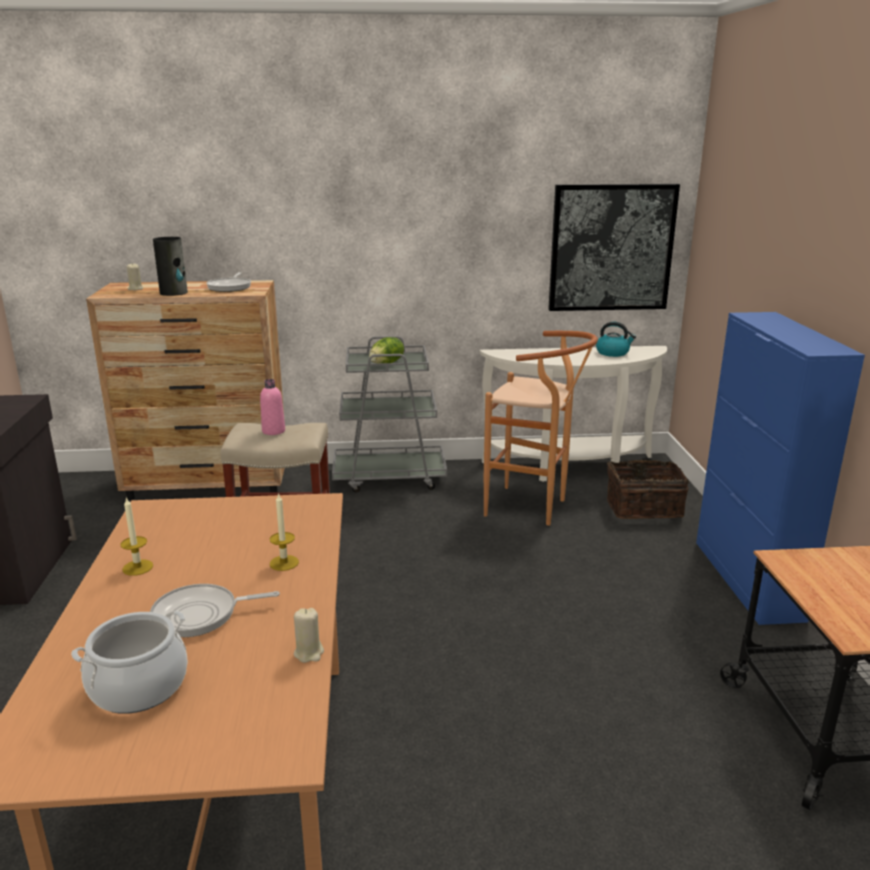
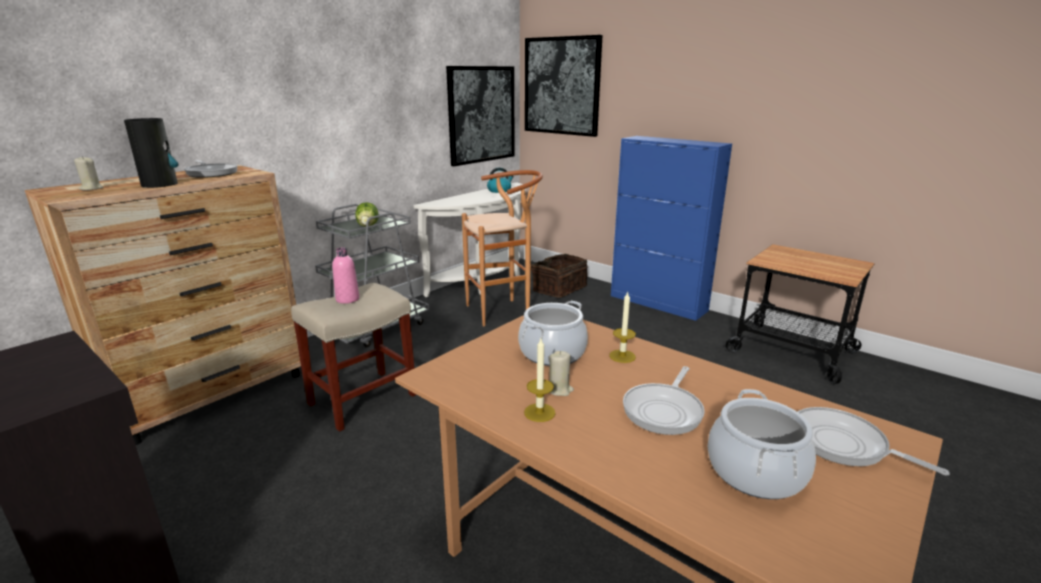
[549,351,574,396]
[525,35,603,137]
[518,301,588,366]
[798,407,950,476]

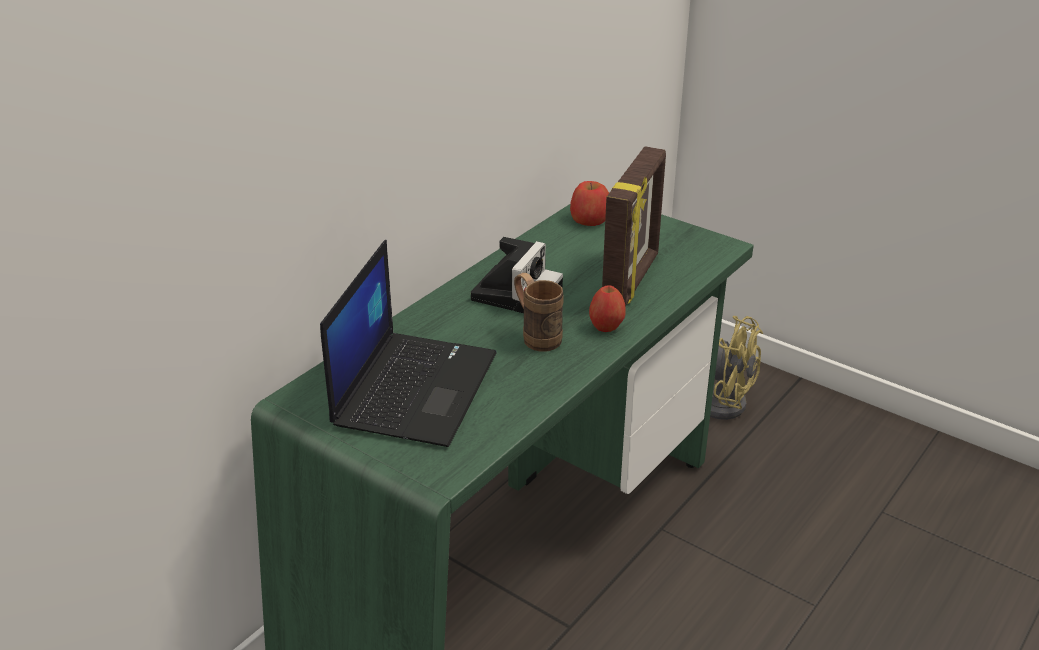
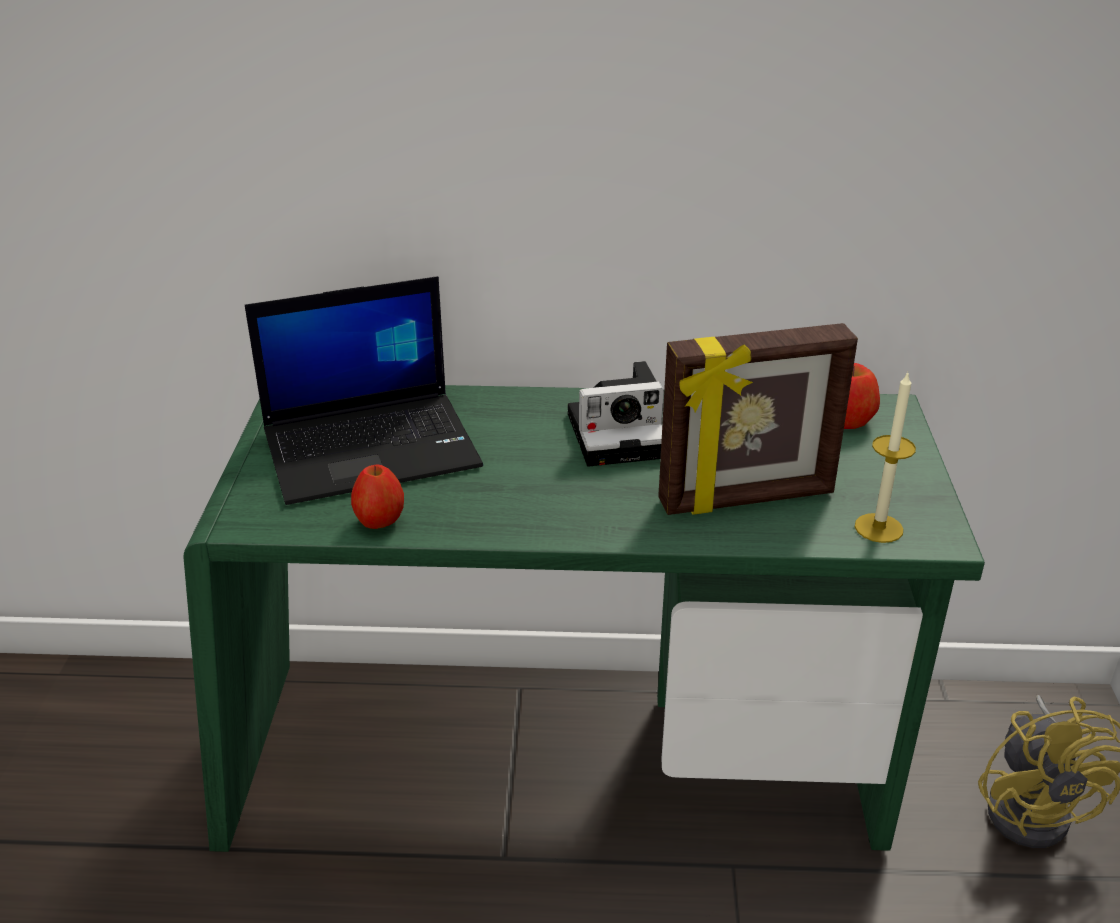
[514,273,564,352] (first image)
[351,464,404,529]
[855,372,916,543]

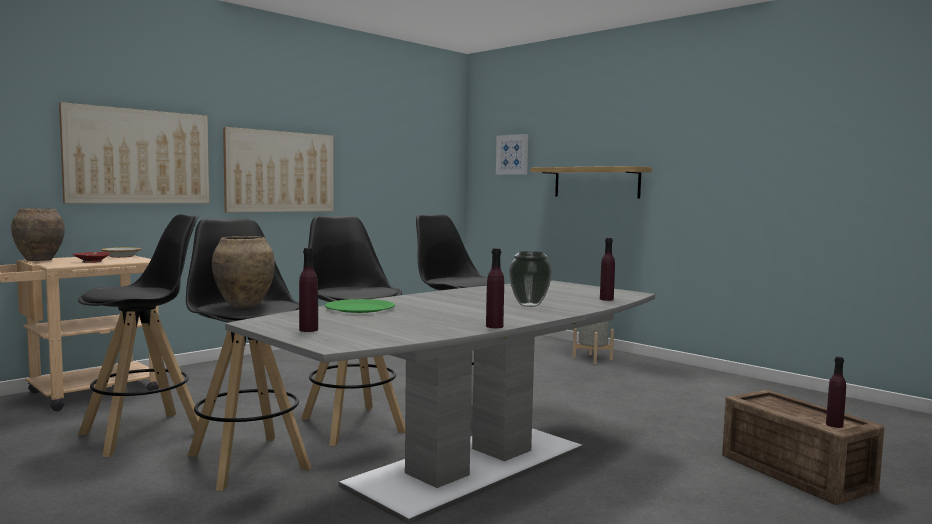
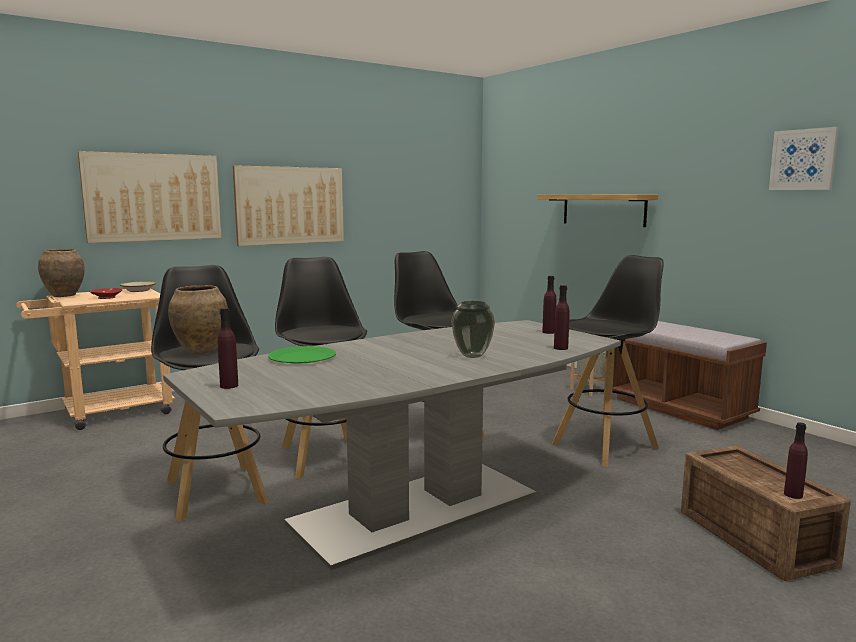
[769,127,839,190]
[552,255,663,466]
[543,276,556,334]
[613,321,767,430]

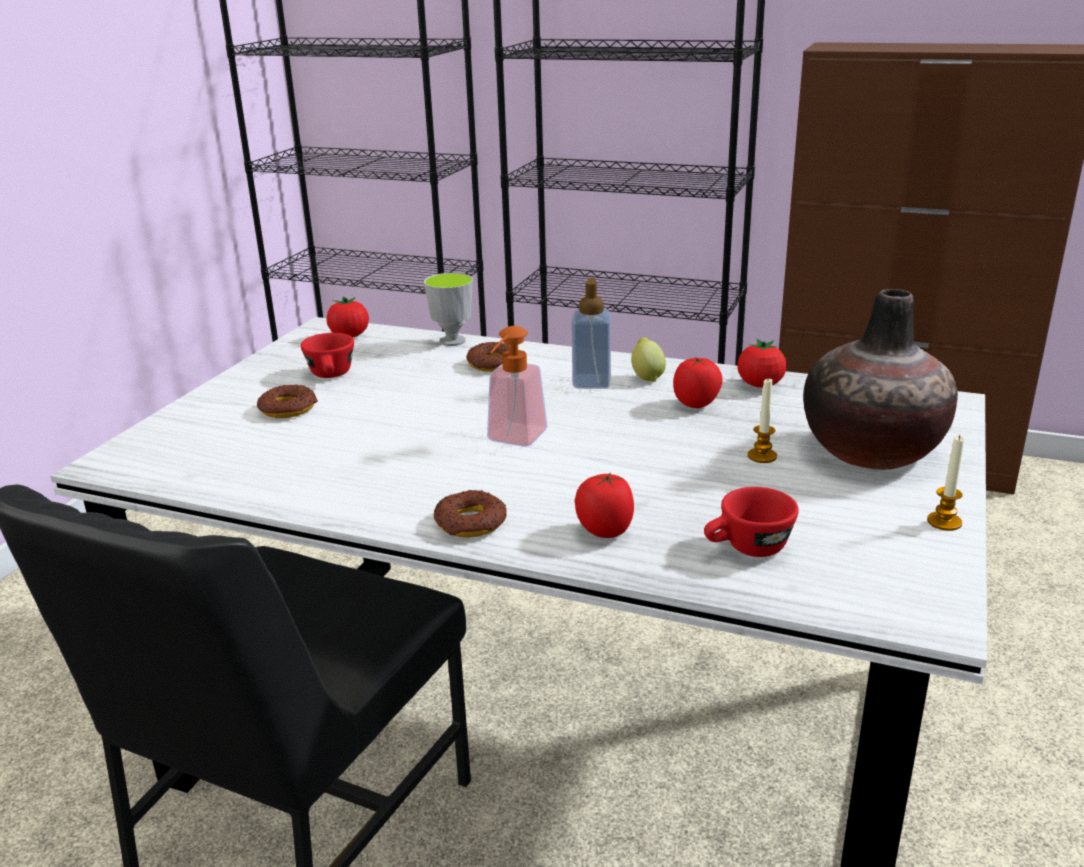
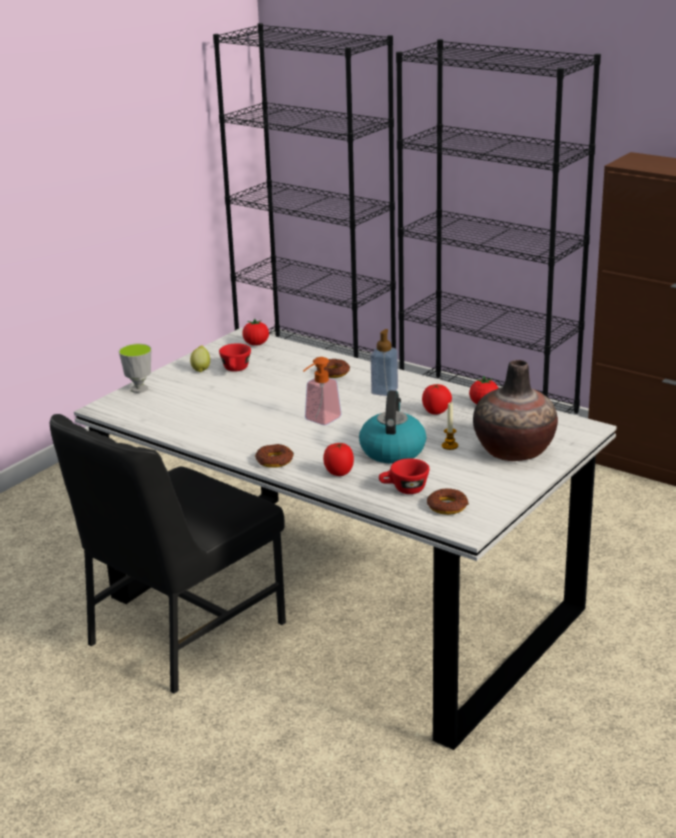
[119,344,152,393]
[190,345,210,372]
[427,489,469,515]
[927,435,964,531] (first image)
[359,391,426,464]

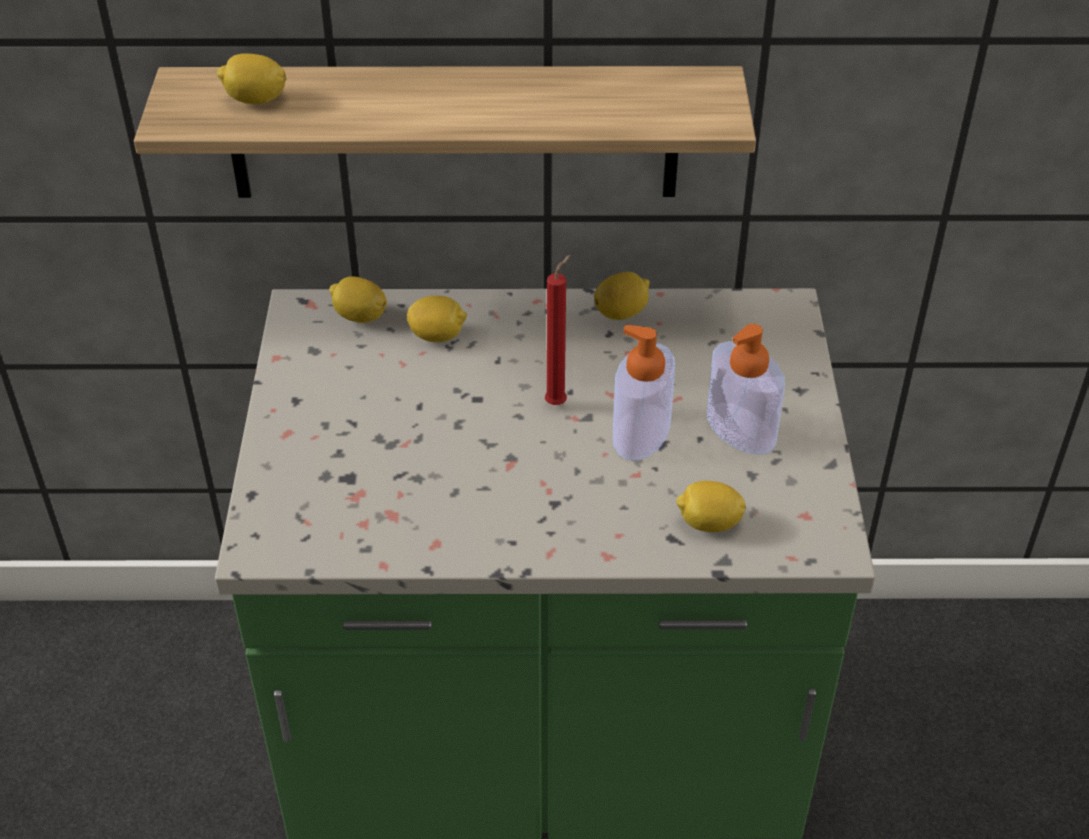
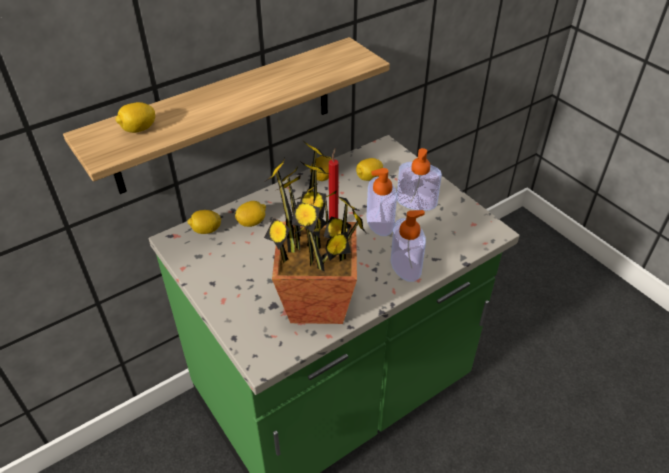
[356,158,383,181]
[263,140,367,324]
[391,210,426,282]

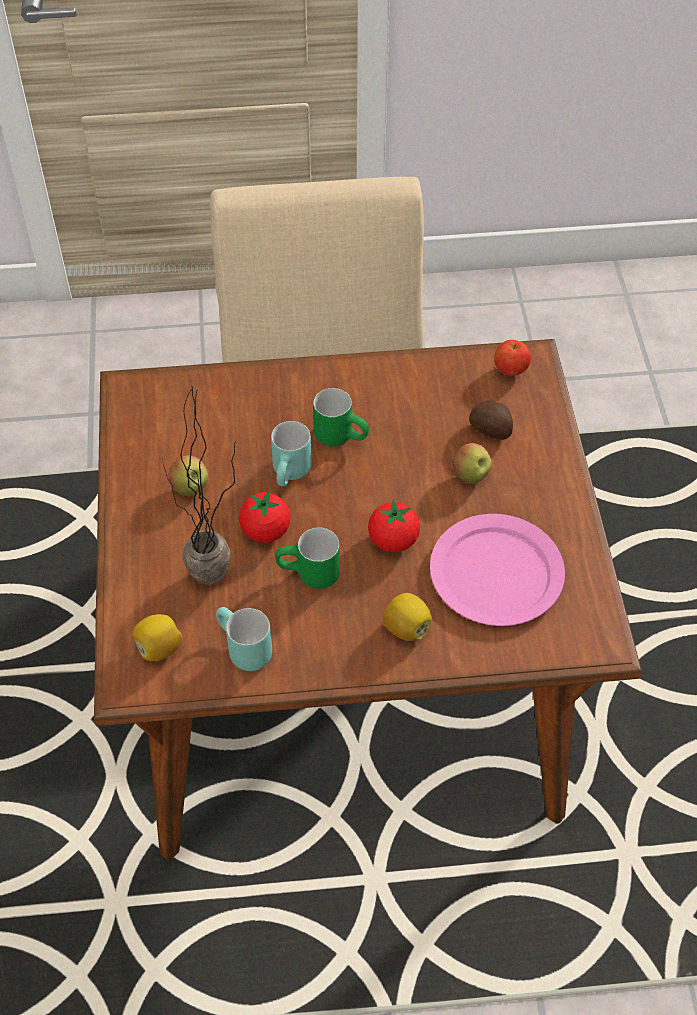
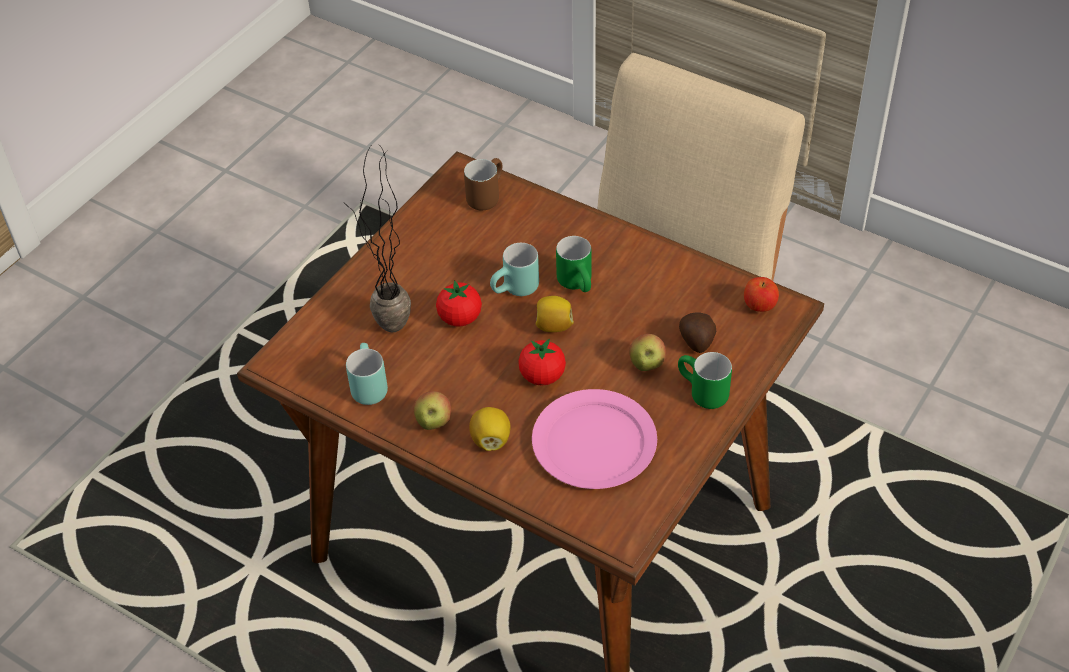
[414,391,451,430]
[678,352,732,409]
[536,296,574,332]
[464,158,502,211]

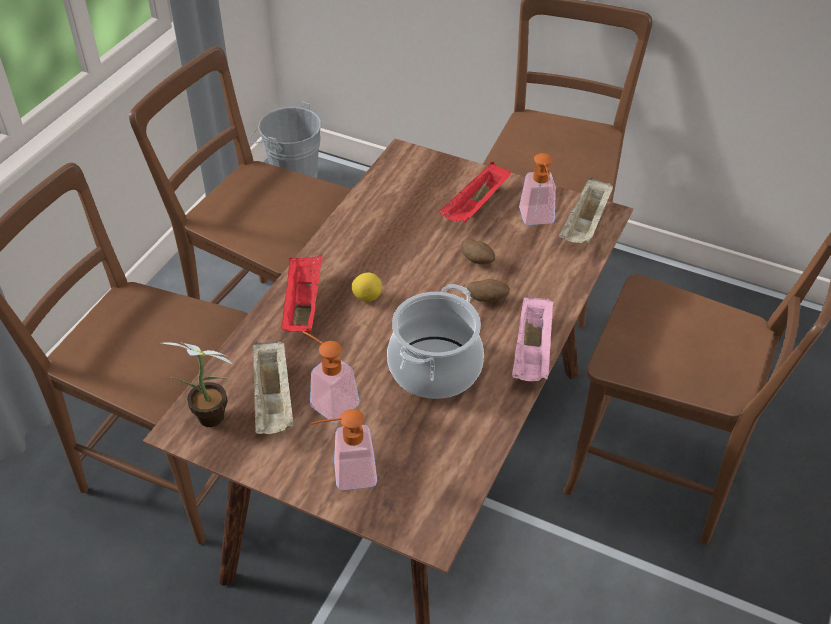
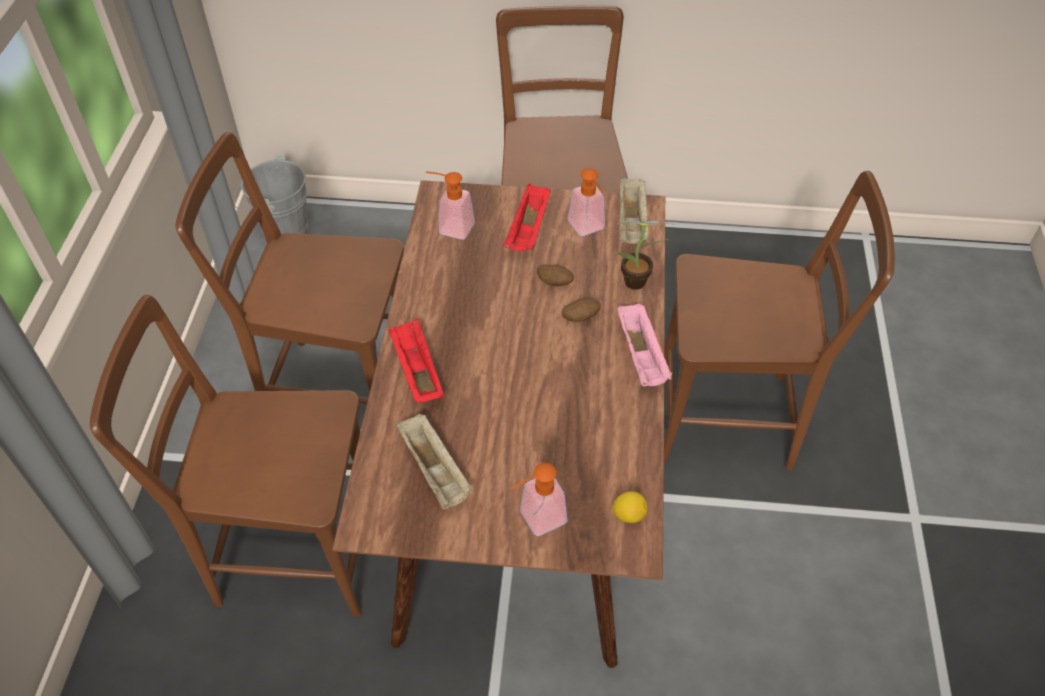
[613,491,648,523]
[387,284,484,399] (first image)
[426,171,475,240]
[616,221,676,290]

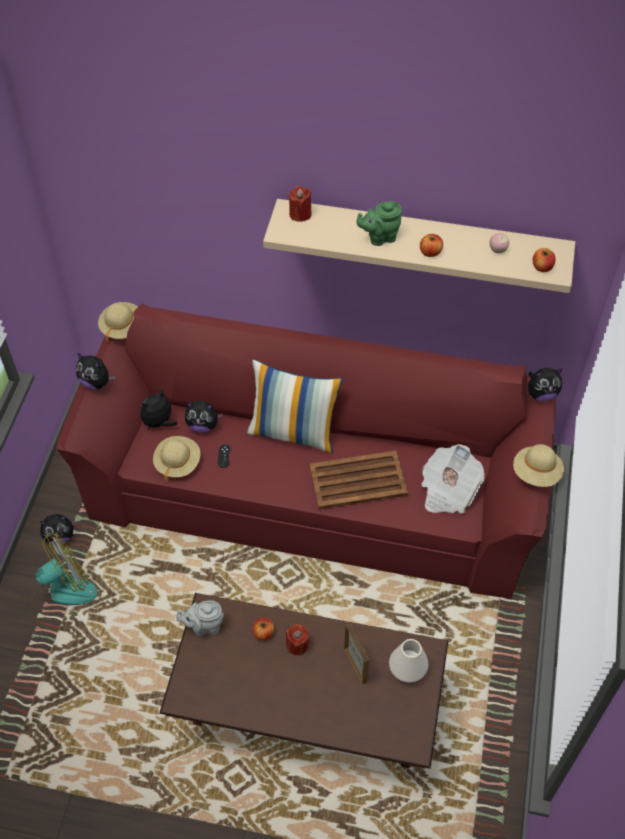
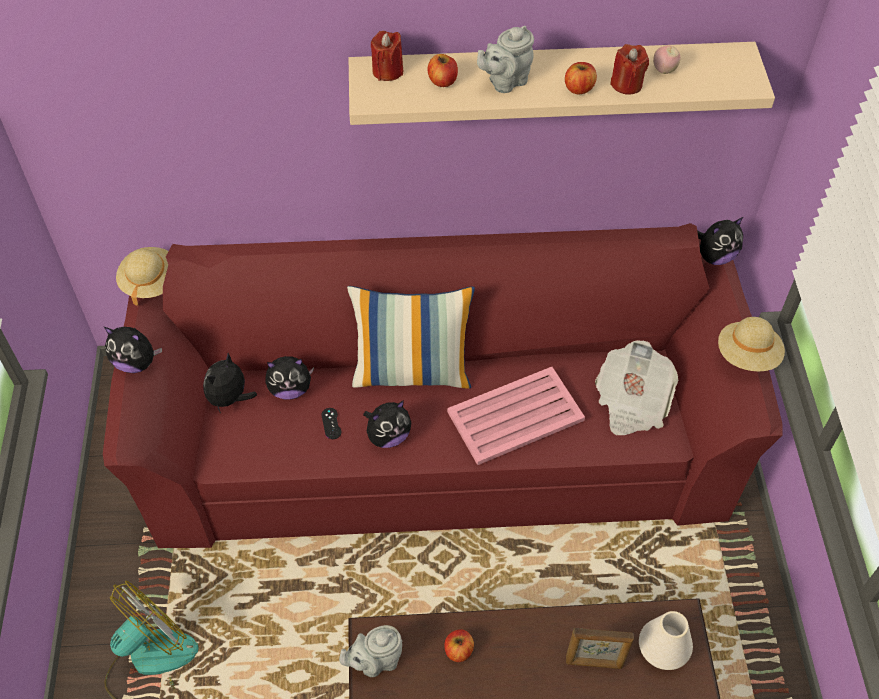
[477,26,534,93]
[427,54,458,87]
[153,436,201,482] (first image)
[447,367,585,465]
[363,400,411,448]
[610,44,649,95]
[566,628,634,669]

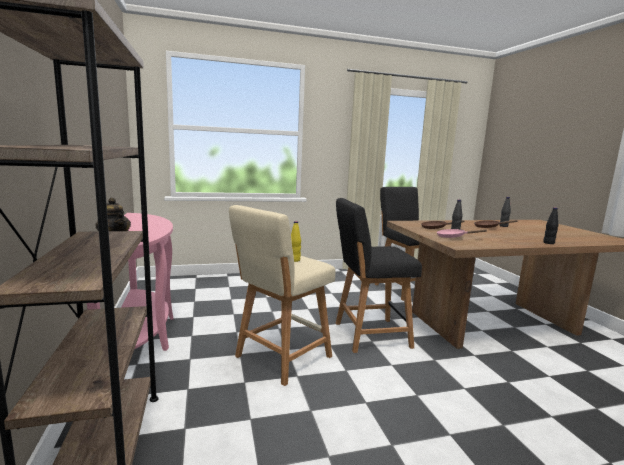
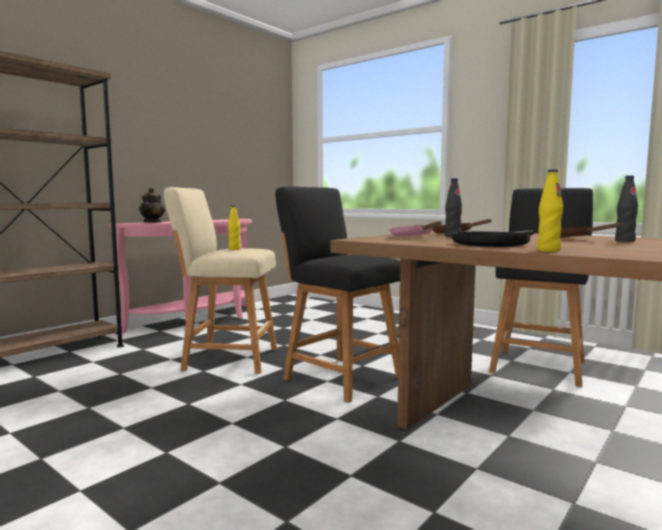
[537,169,563,252]
[452,230,534,247]

